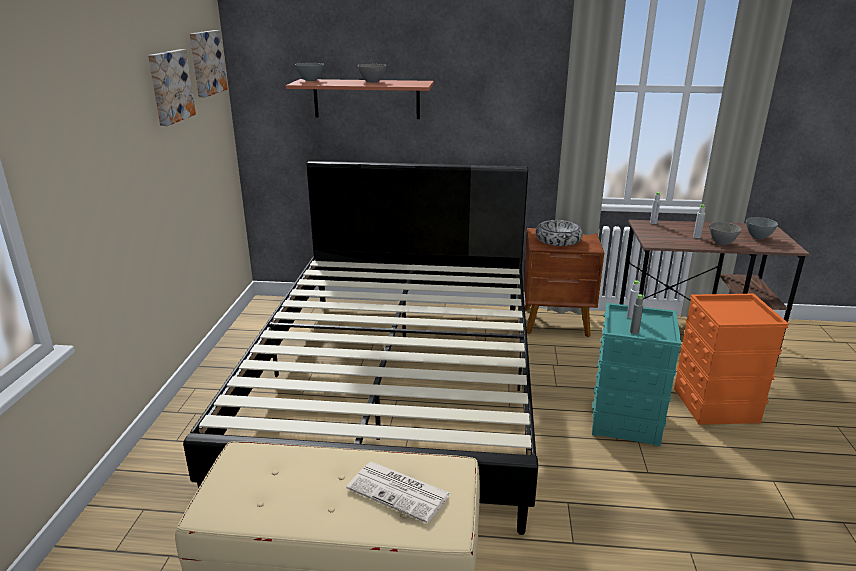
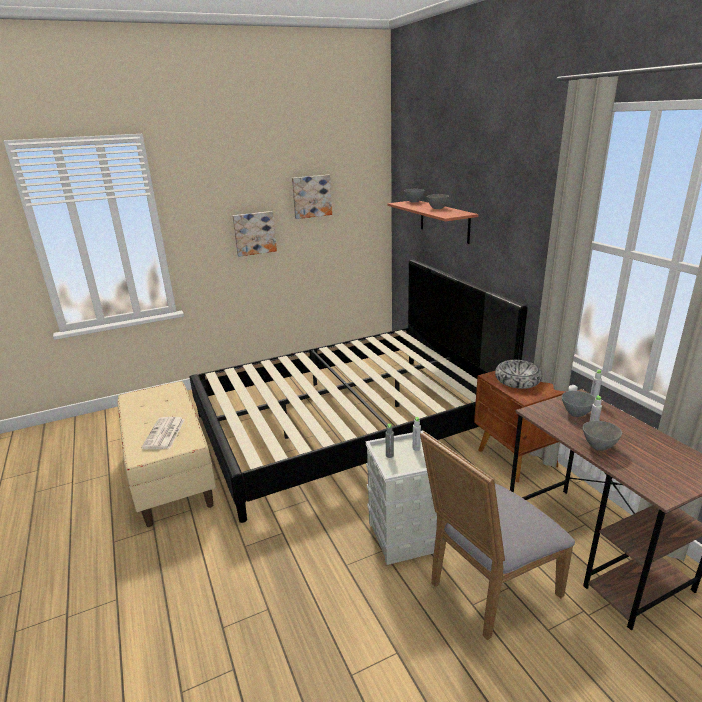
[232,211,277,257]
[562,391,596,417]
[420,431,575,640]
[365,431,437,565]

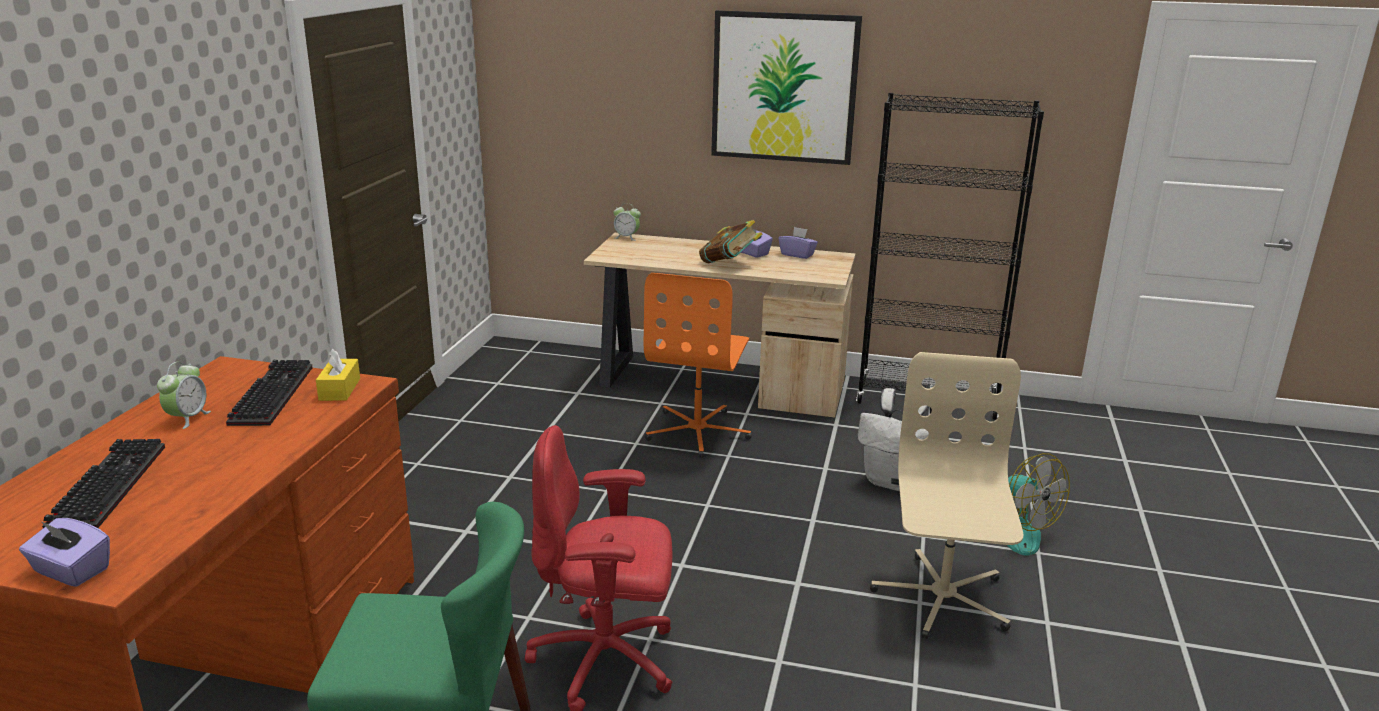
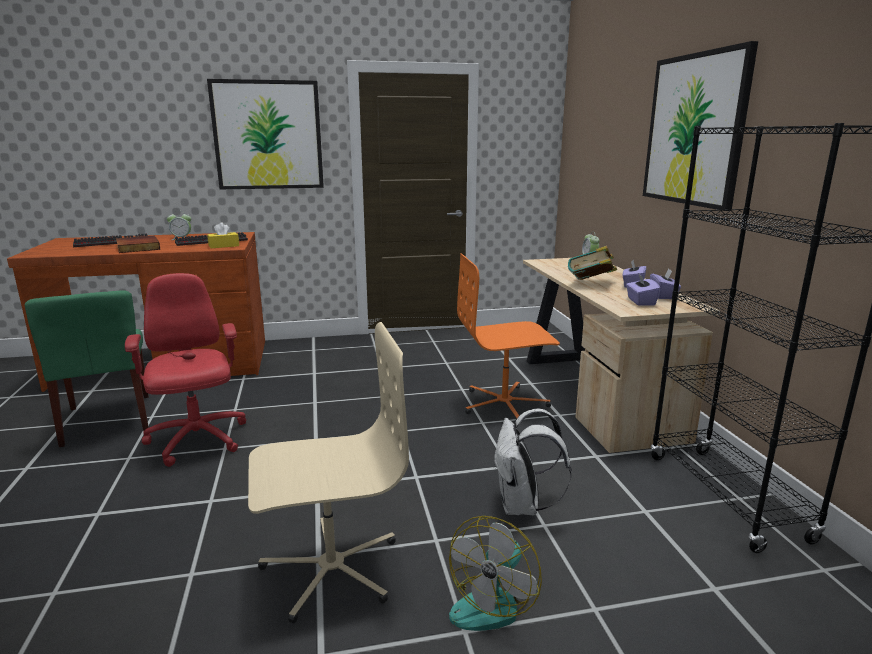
[626,273,661,305]
[207,79,324,189]
[116,235,160,253]

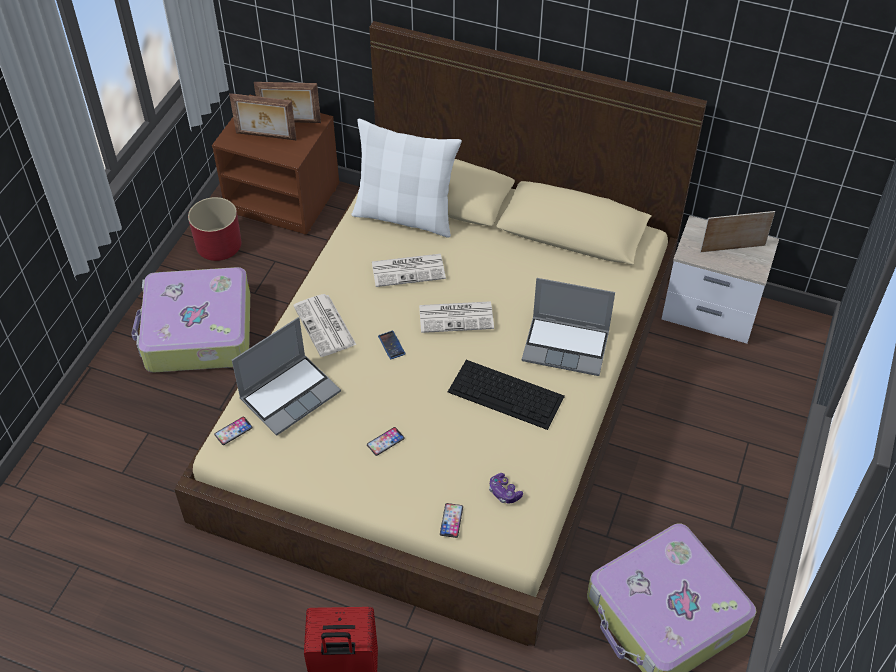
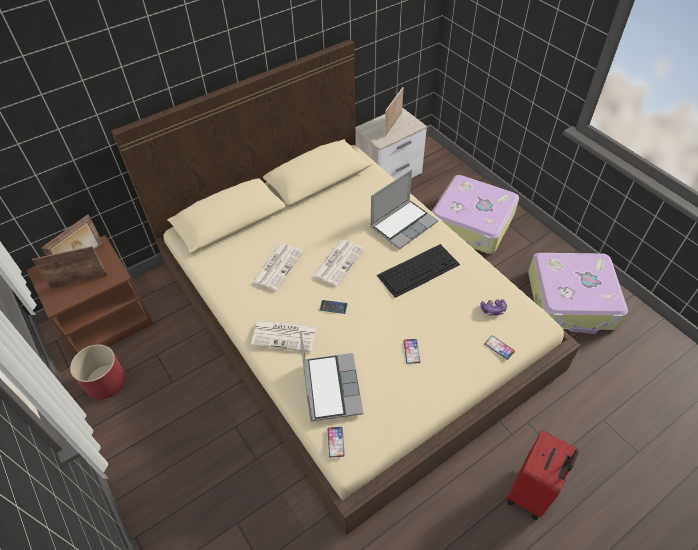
[32,246,108,289]
[351,119,462,238] (first image)
[431,175,519,254]

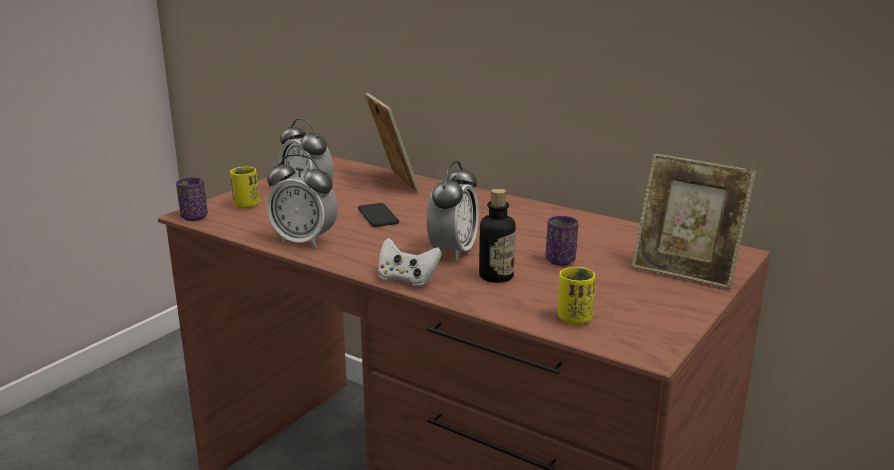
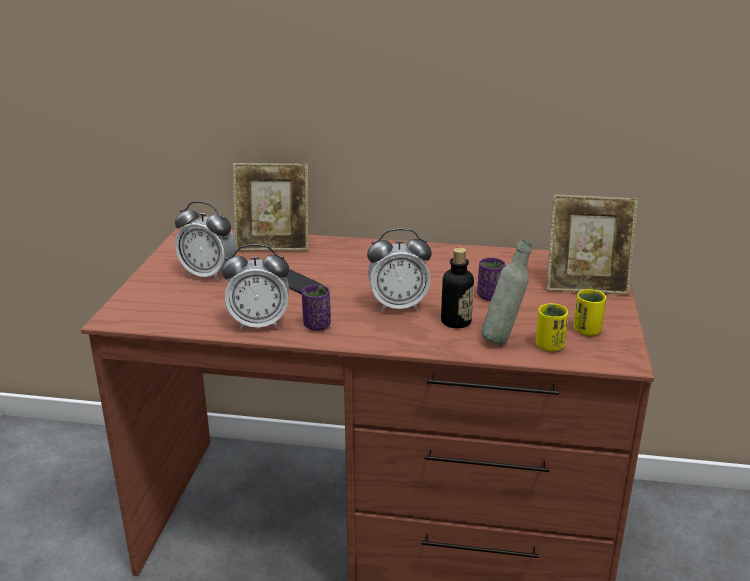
[233,163,309,251]
[367,228,432,312]
[574,289,606,336]
[302,285,331,331]
[378,238,442,287] (first image)
[481,240,532,345]

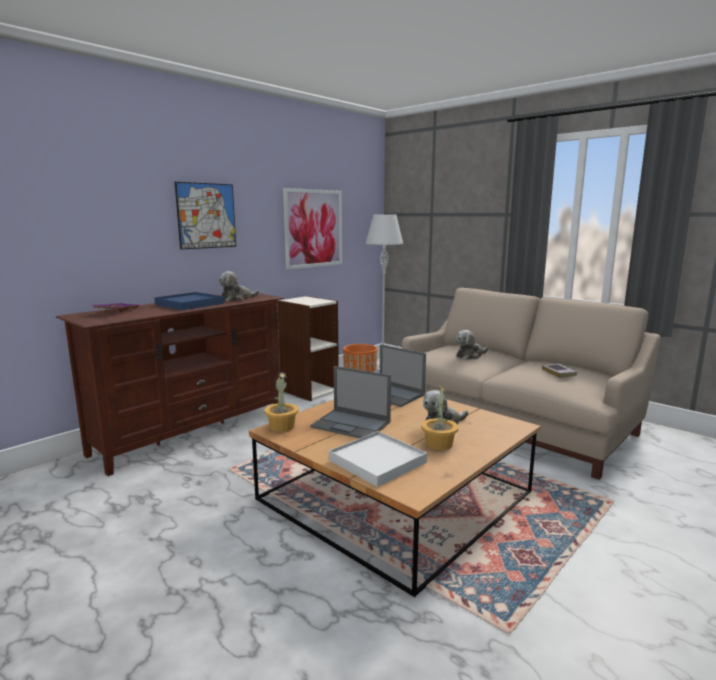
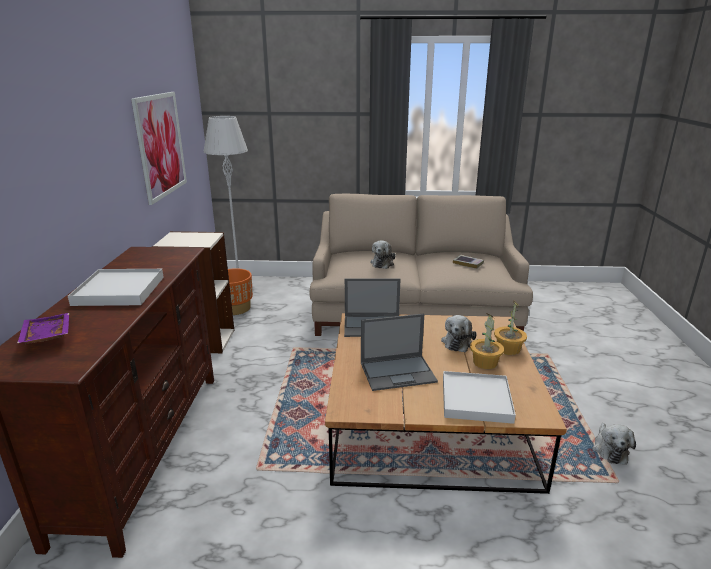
[175,182,236,250] (first image)
[592,423,636,465]
[68,269,164,306]
[494,301,527,355]

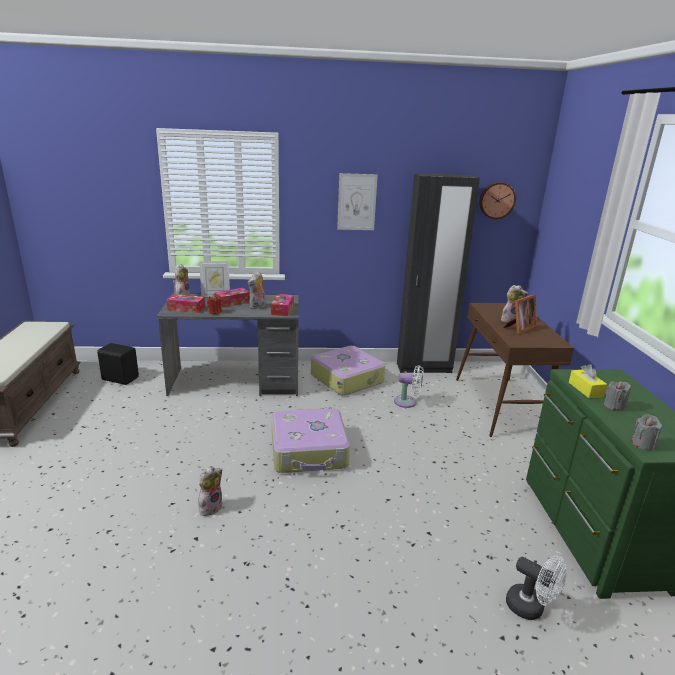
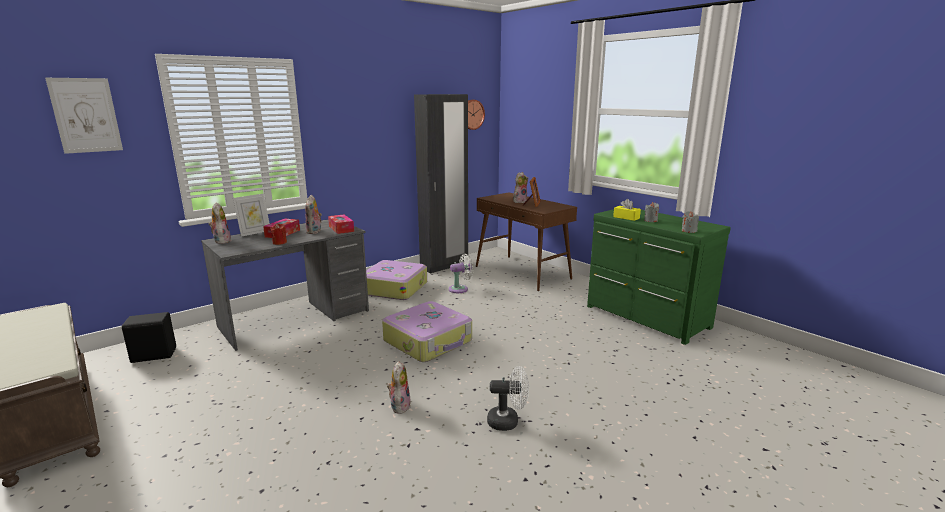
[45,78,123,154]
[167,294,205,313] (first image)
[487,366,529,431]

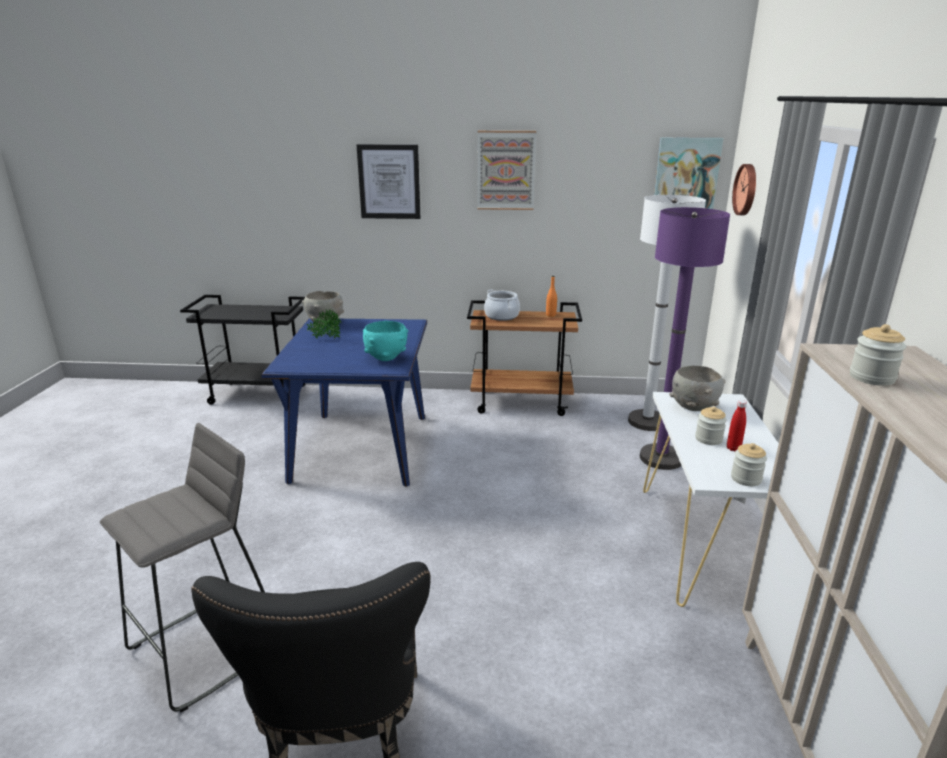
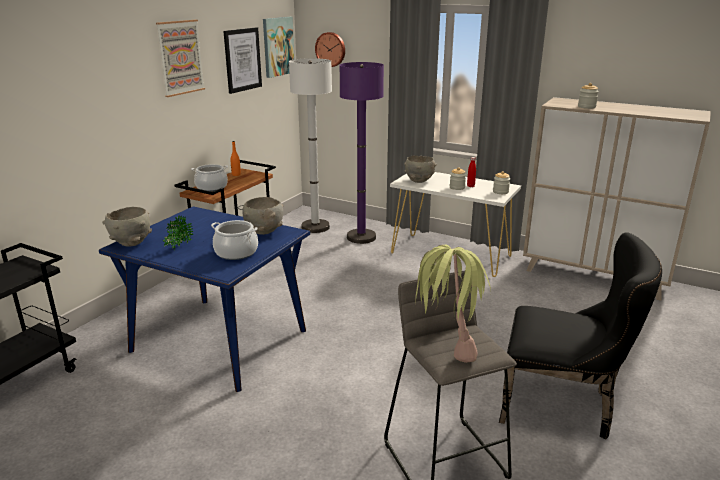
[223,27,262,94]
[242,197,284,235]
[211,220,258,260]
[415,244,491,363]

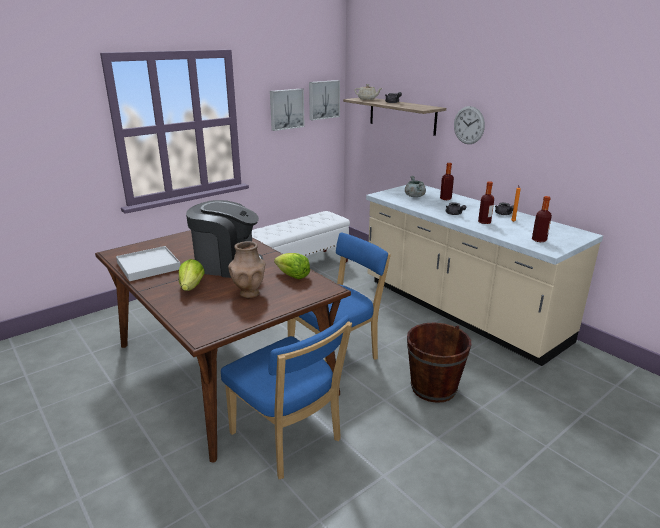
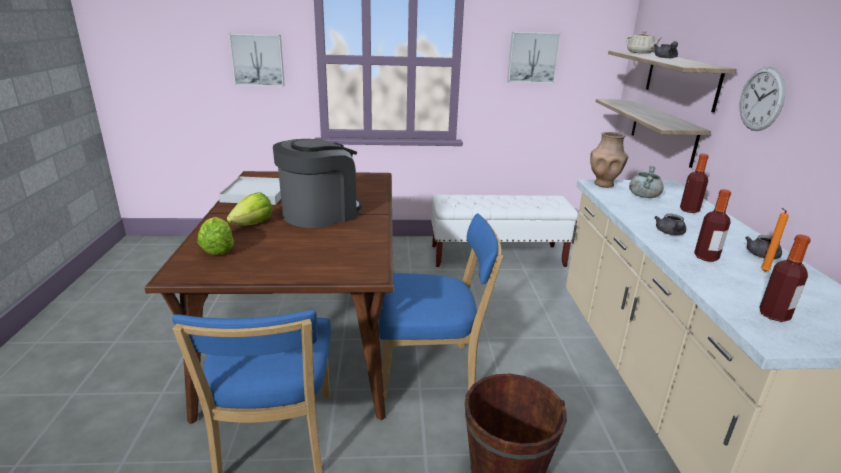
[229,34,285,87]
[273,139,362,228]
[590,132,628,188]
[198,217,234,255]
[596,99,711,168]

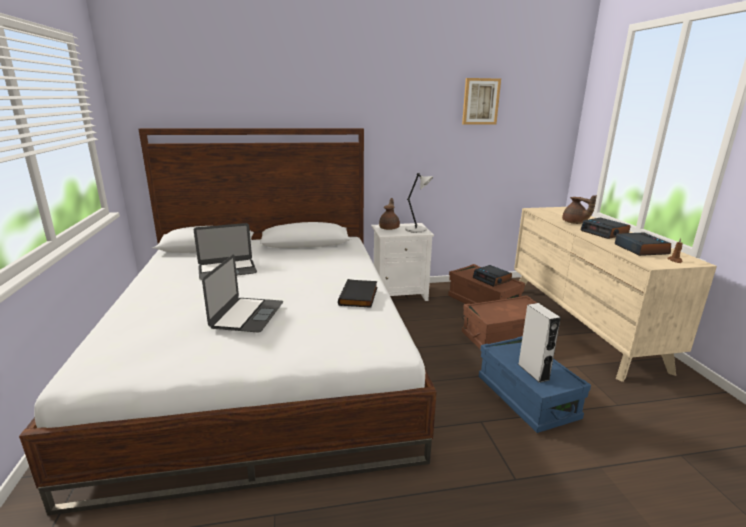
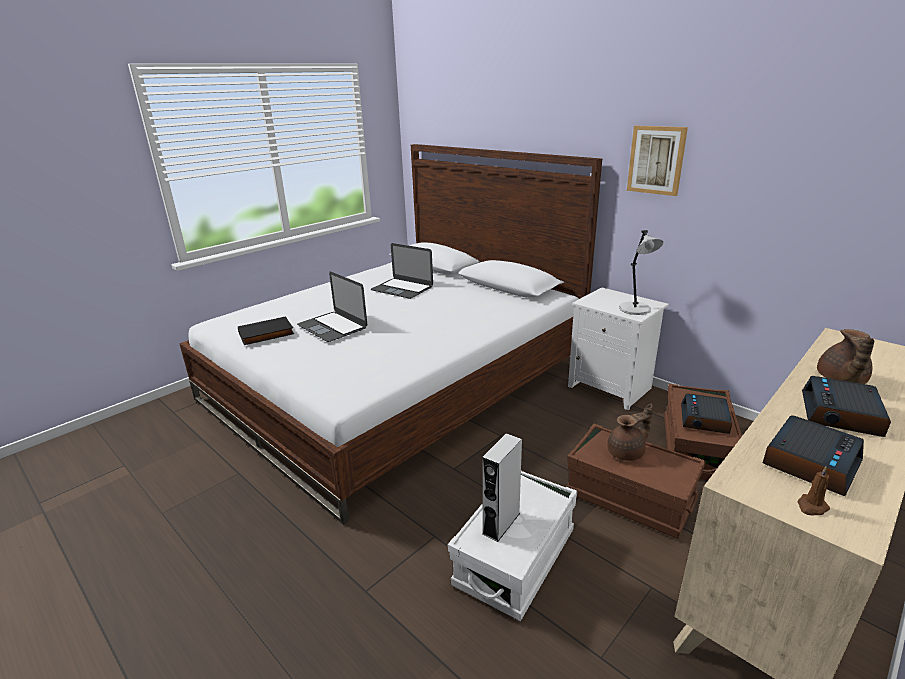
[627,126,688,196]
[607,404,653,461]
[297,271,367,342]
[238,316,294,345]
[448,470,577,621]

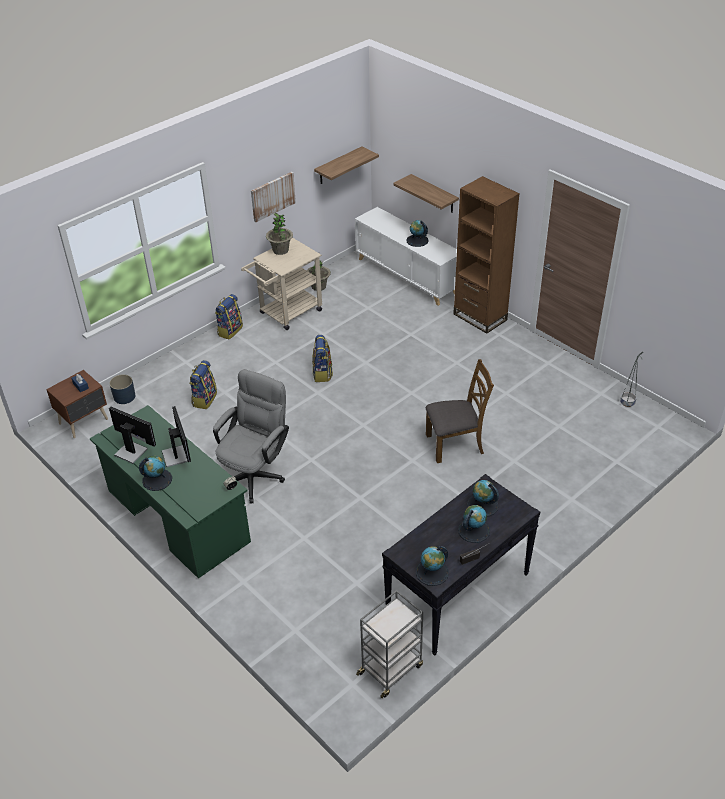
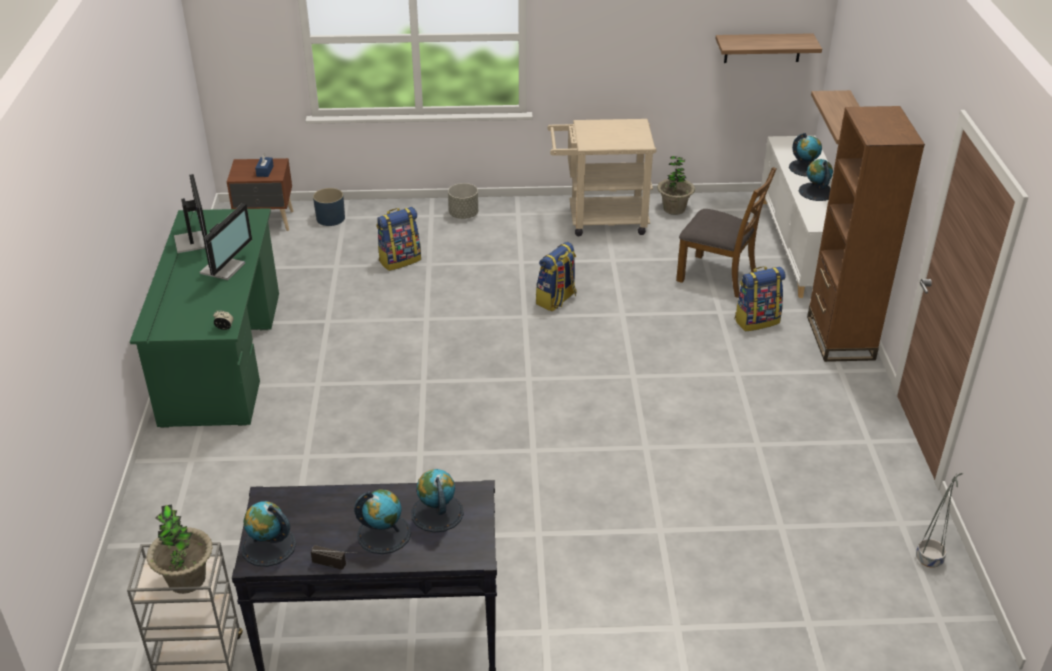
[251,172,296,222] (first image)
[147,504,213,594]
[735,266,786,331]
[676,167,776,298]
[213,369,289,504] (first image)
[789,133,822,177]
[448,183,478,219]

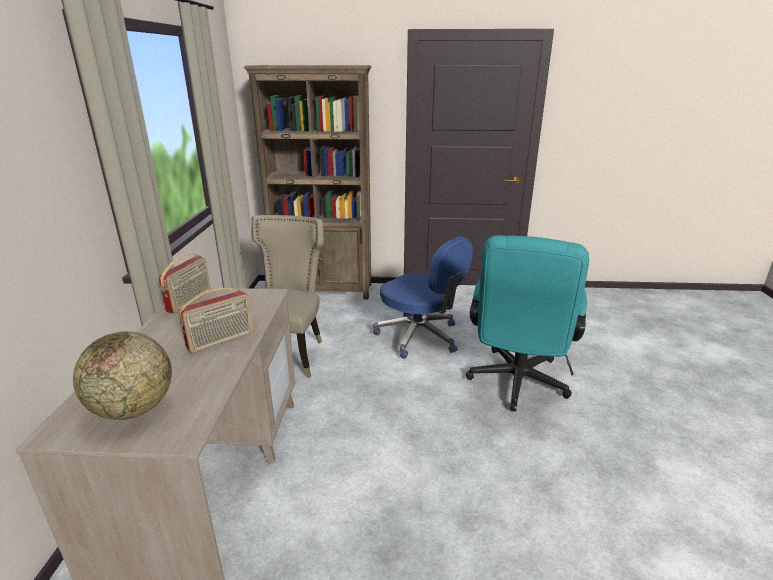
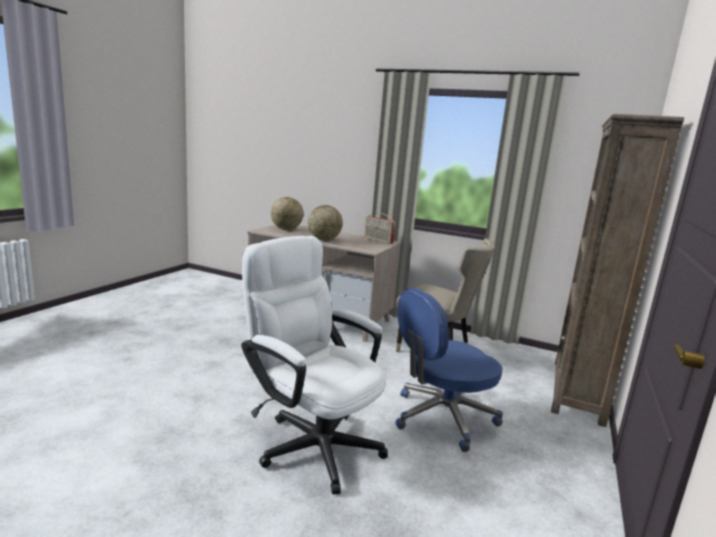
[241,236,388,494]
[308,205,343,240]

